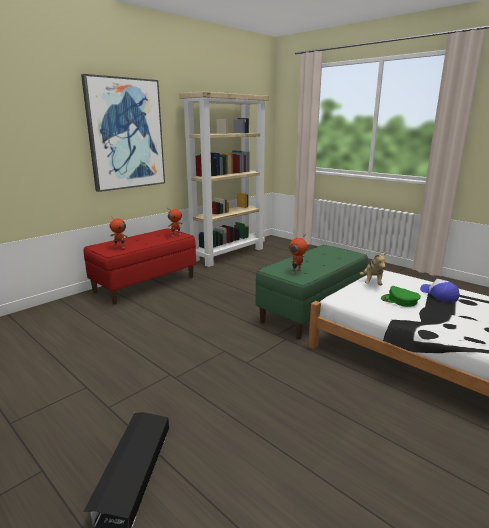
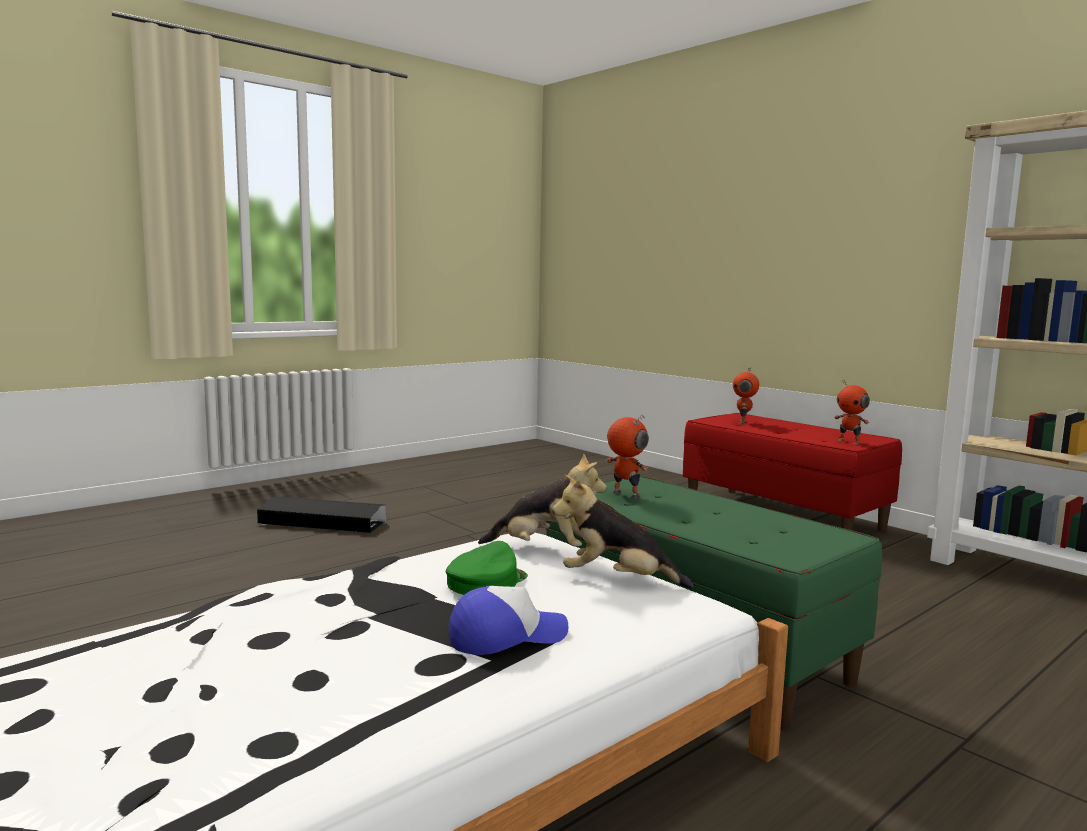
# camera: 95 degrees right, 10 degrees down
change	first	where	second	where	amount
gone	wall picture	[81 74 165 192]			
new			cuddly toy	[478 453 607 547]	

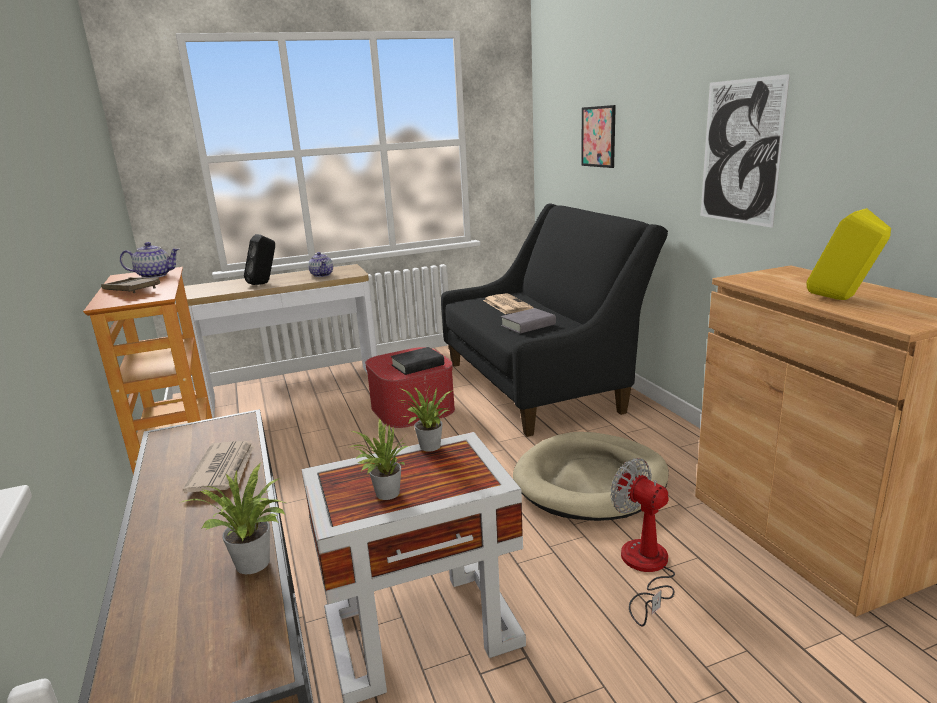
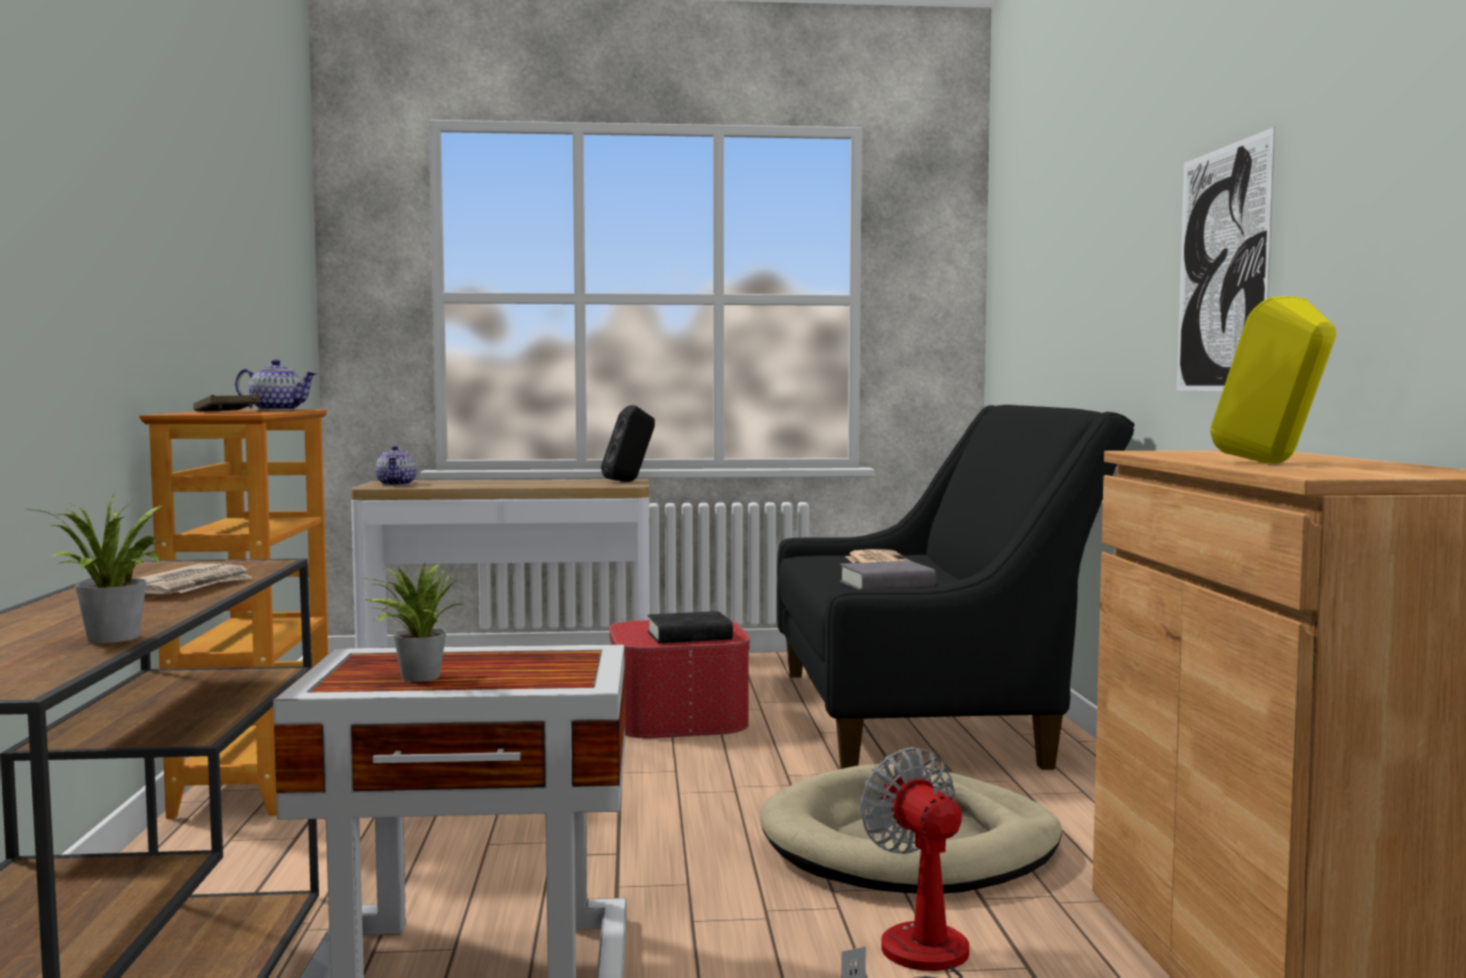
# camera: 15 degrees right, 15 degrees down
change	first	where	second	where	amount
shifted	blackish loudspeaker	[244 234 275 285]		[601 405 655 482]	
shifted	teapot	[308 252 333 277]		[375 445 417 486]	
gone	potted plant	[399 387 453 452]			
gone	wall picture	[581 105 616 168]			

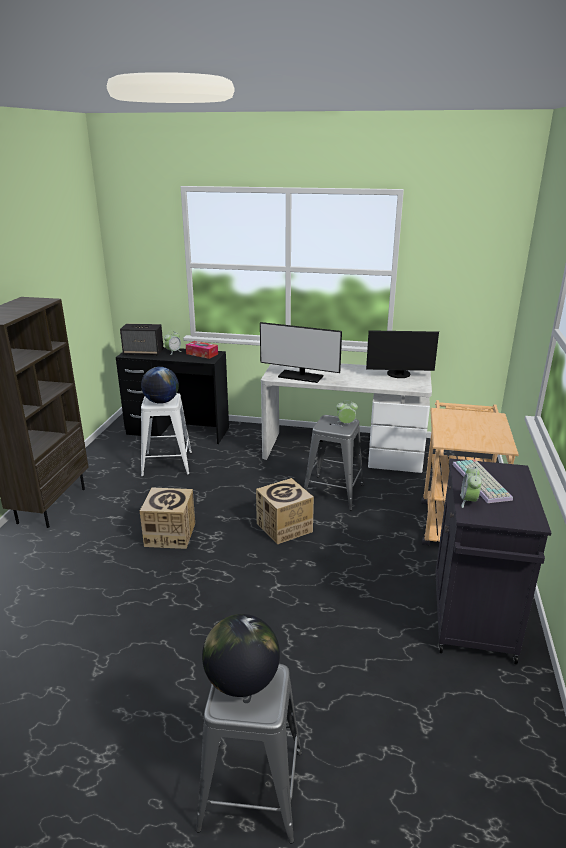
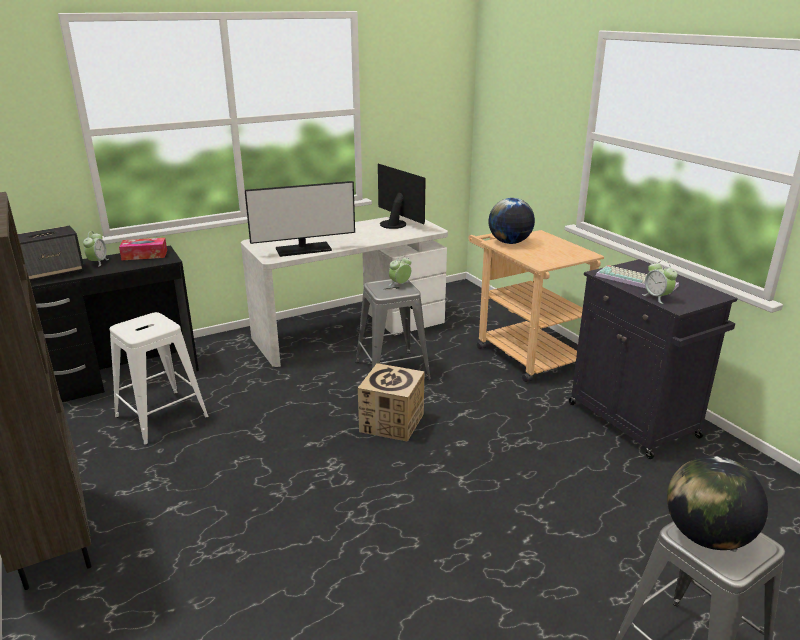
# camera: 40 degrees left, 0 degrees up
change	first	where	second	where	amount
gone	packing box	[140 487 195 549]			
shifted	world globe	[141 367 179 404]		[488 198 535 244]	
rotated	computer screen	[366 330 439 378]		[378 164 426 229]	90 degrees counterclockwise

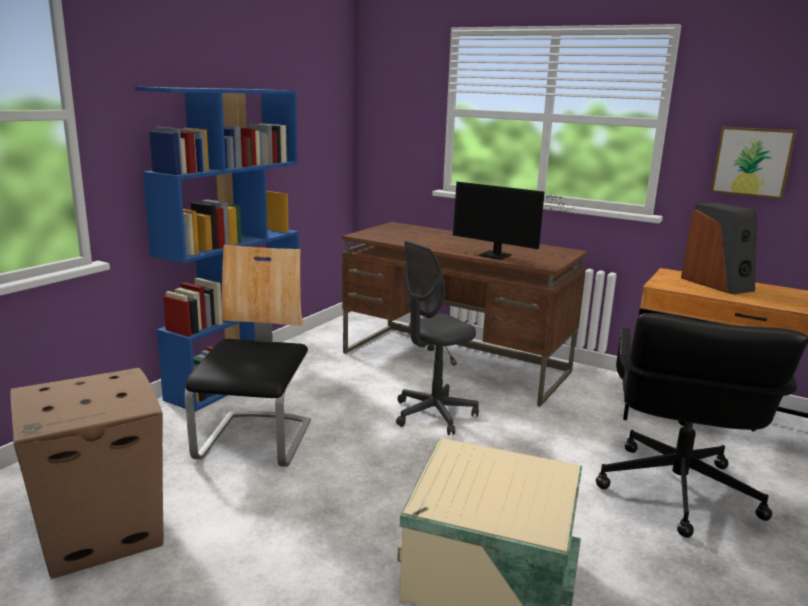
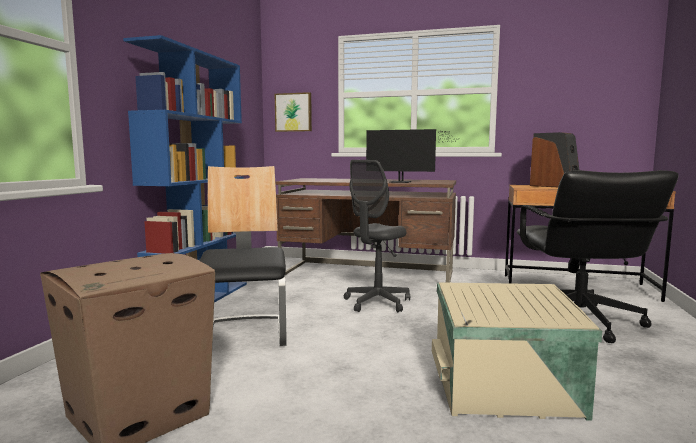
# camera: 15 degrees left, 10 degrees down
change	first	where	second	where	amount
shifted	wall picture	[711 126 797 199]		[275 92 312 132]	

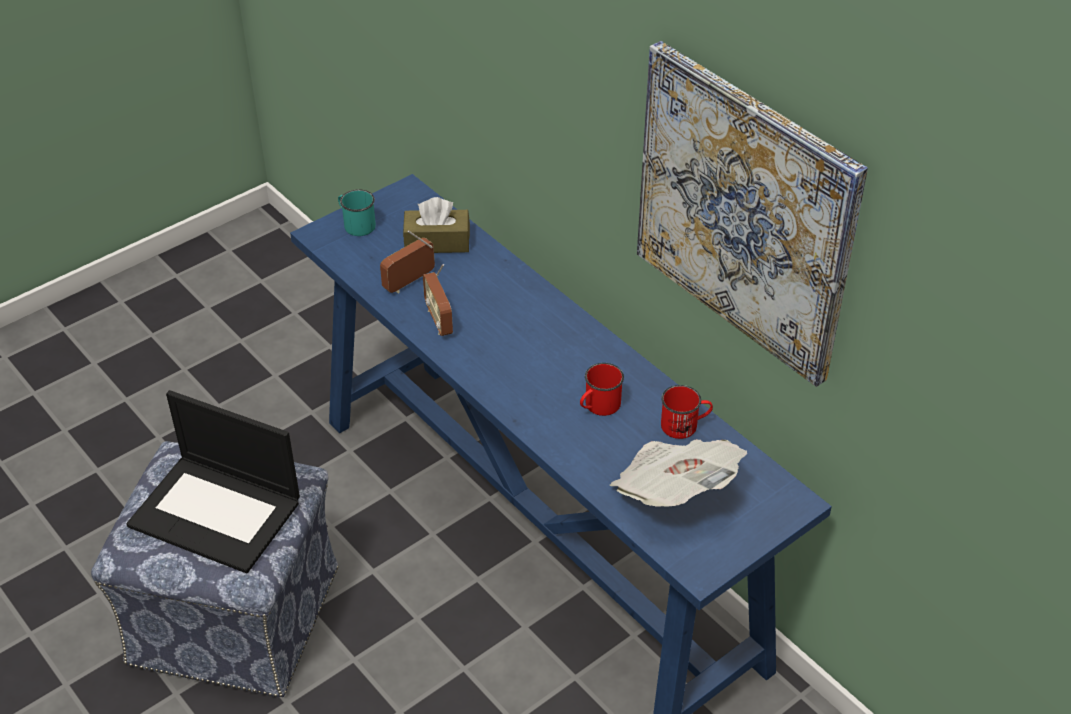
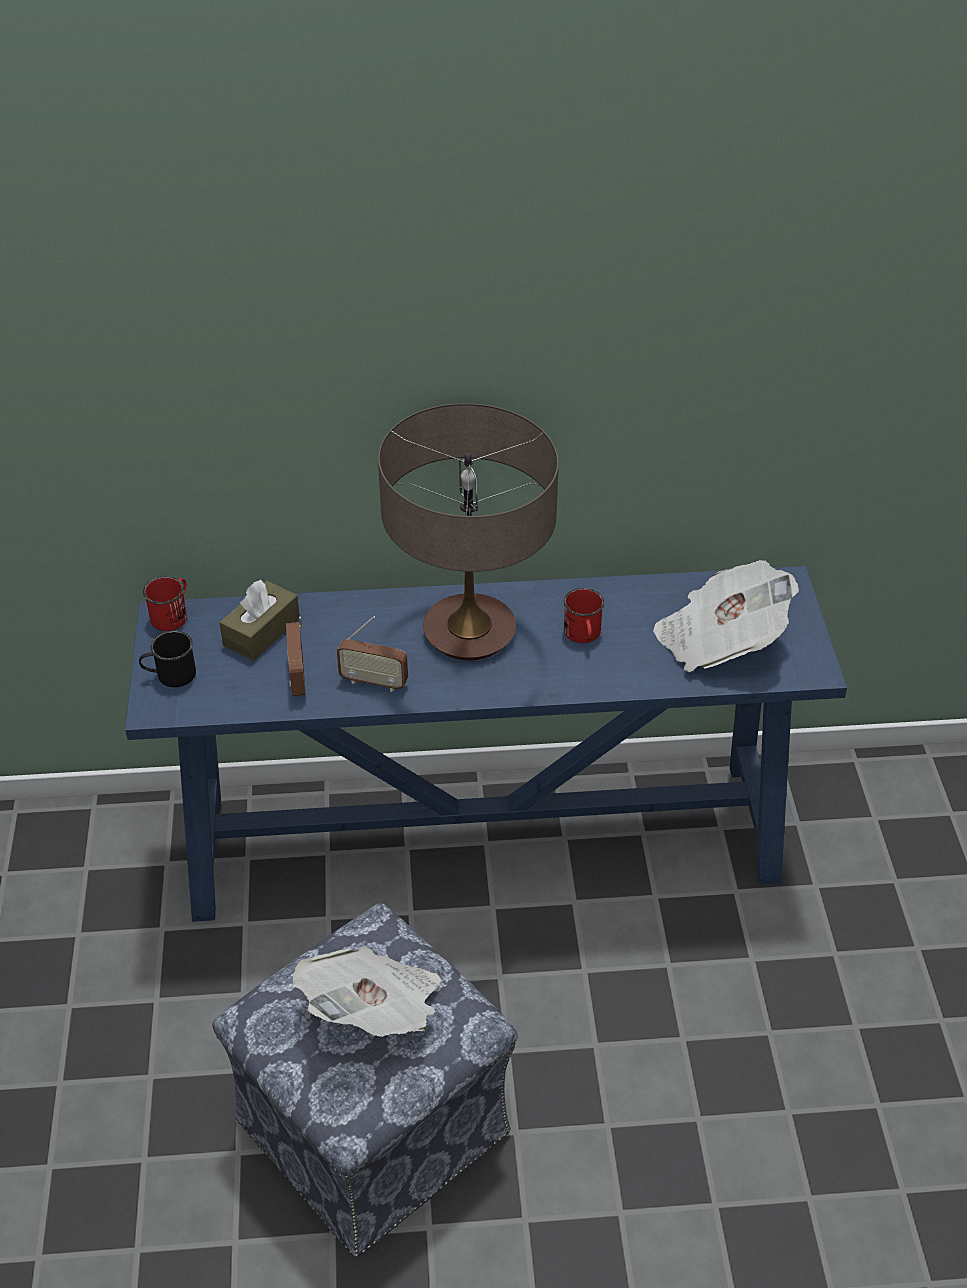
# camera: 55 degrees left, 0 degrees up
change	first	where	second	where	amount
swapped	notebook computer	[126 390 300 574]	printed paper	[293 946 441 1037]	
repainted	turquoise mug	[338 189 376 236]	blackish mug	[139 631 196 687]	
gone	wall picture	[637 41 868 387]			
shifted	reddish mug	[661 385 713 439]		[143 576 187 631]	
new			tabletop lamp	[378 403 559 661]	

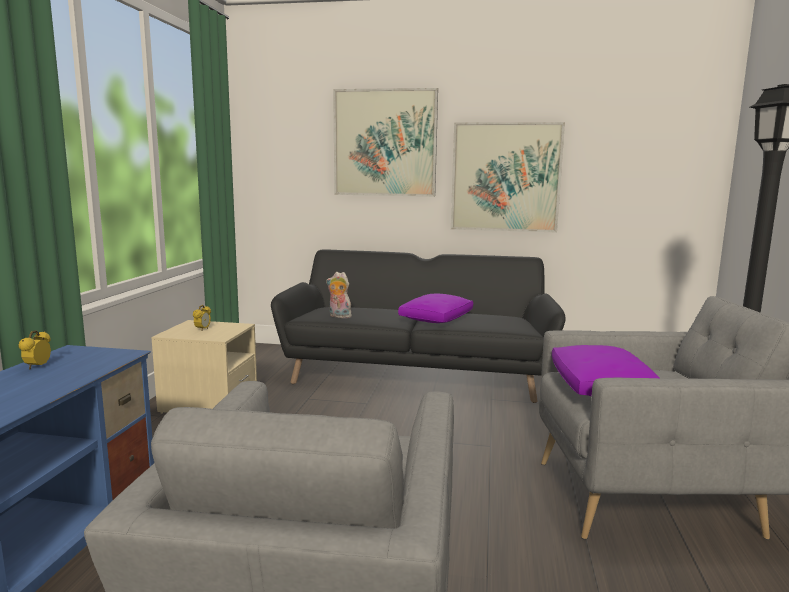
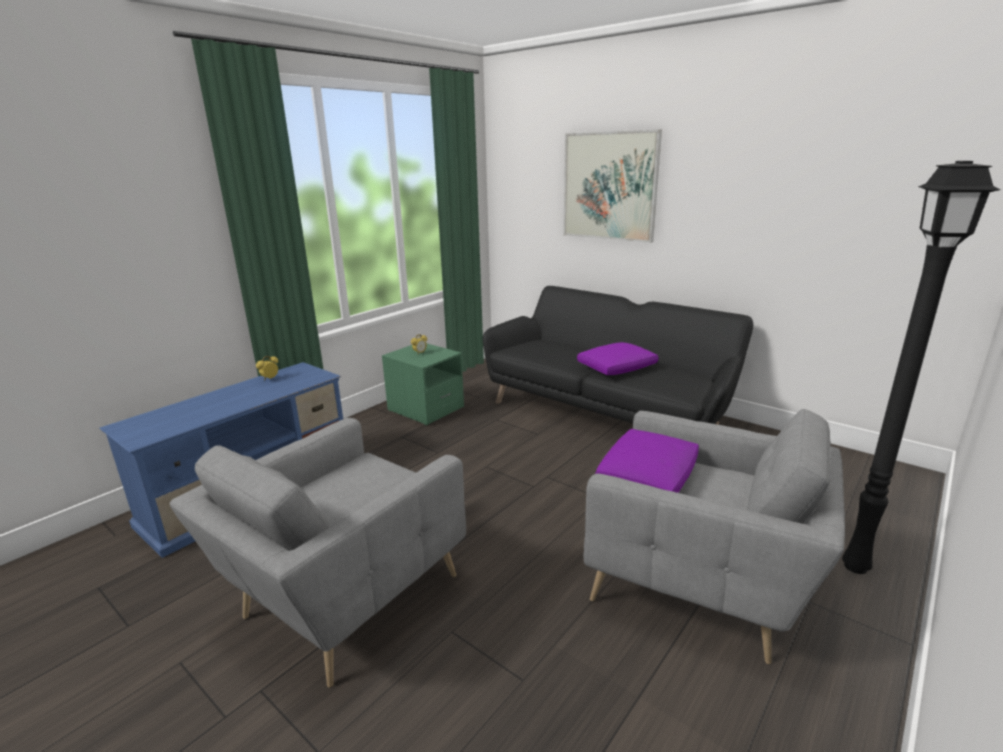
# camera: 30 degrees right, 10 degrees up
change	first	where	second	where	amount
repainted	sand-coloured bedside table	[151 320 257 414]	green-coloured bedside table	[382 343 464 425]	
gone	cuddly toy	[326 272 352 318]			
gone	wall picture	[451 122 565 232]			

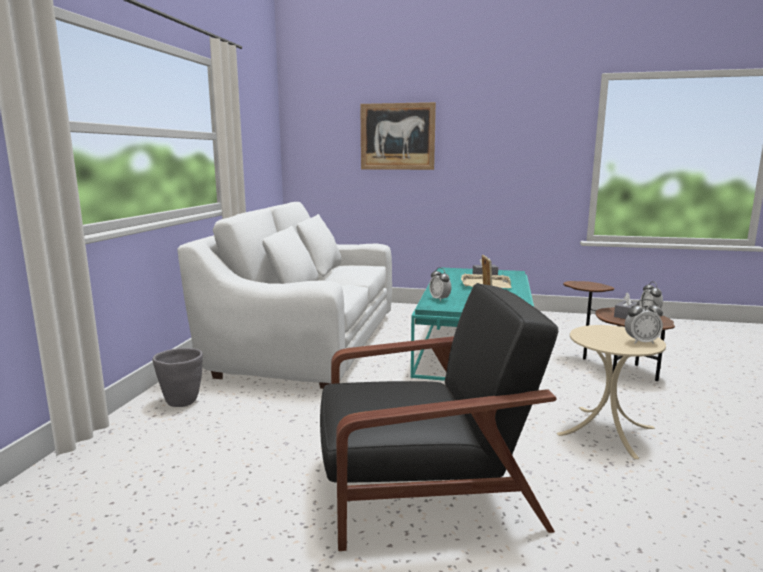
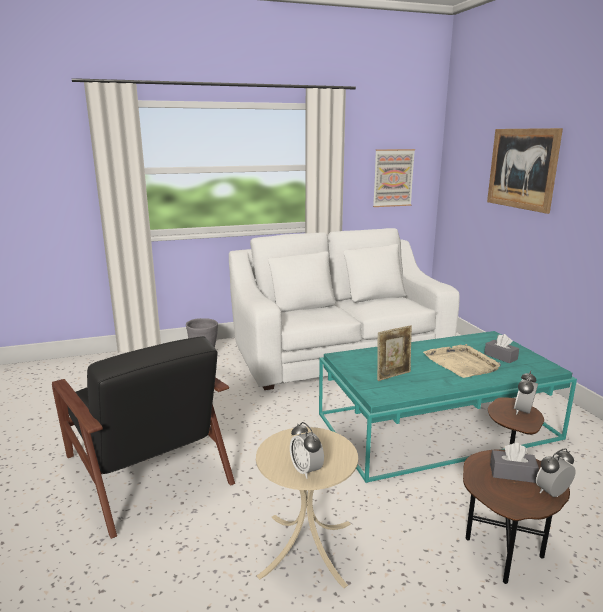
# camera: 60 degrees right, 5 degrees up
change	first	where	second	where	amount
shifted	bedside clock	[429 268 451 301]		[514 370 538 415]	
new			wall picture	[373 149 415 207]	

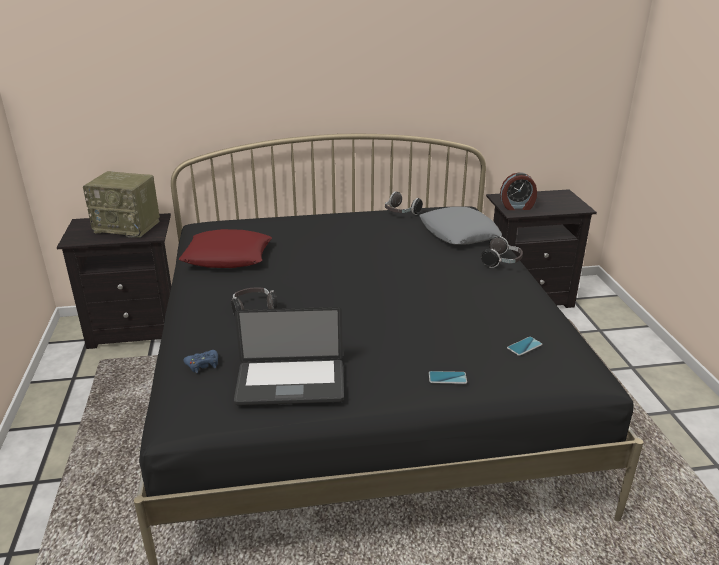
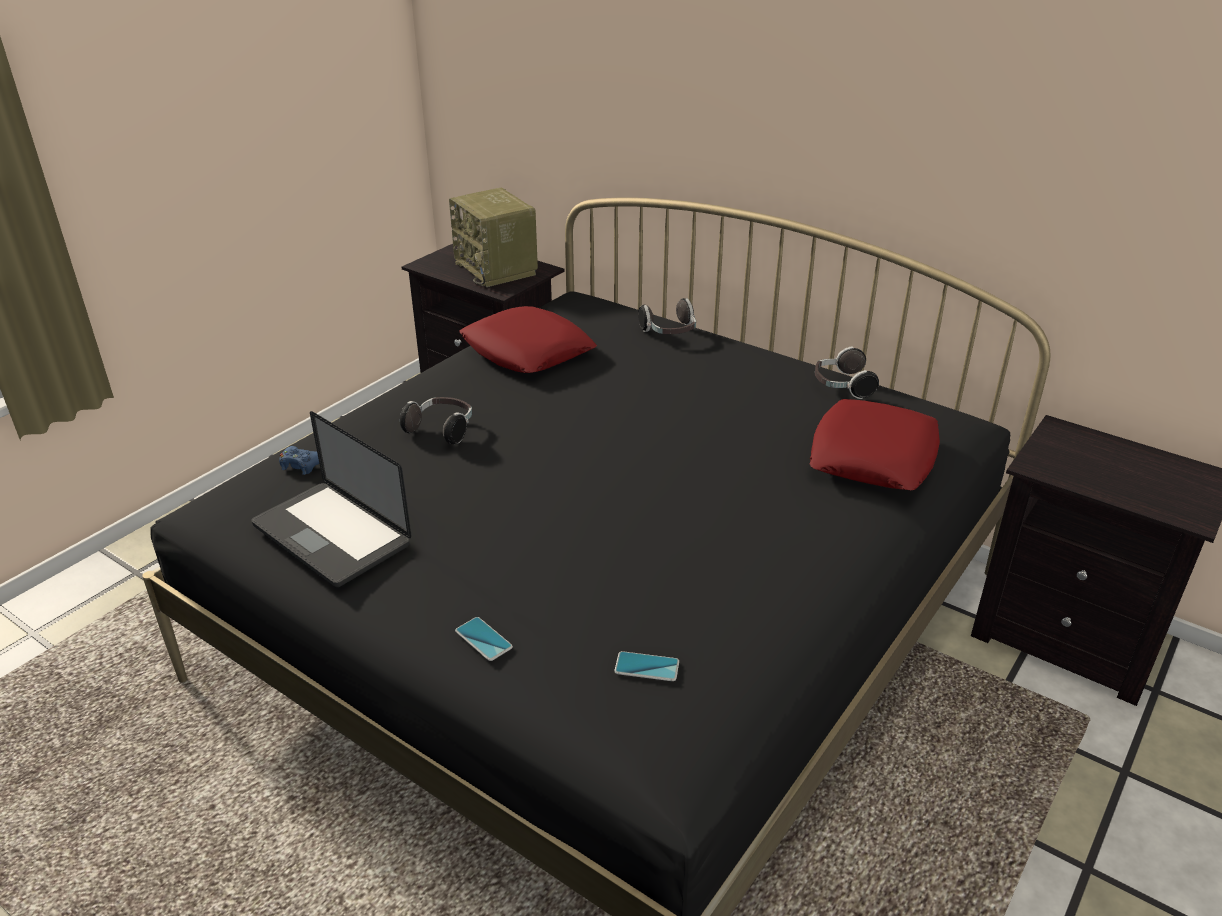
# camera: 45 degrees right, 5 degrees up
change	first	where	second	where	amount
repainted	greyish throw pillow	[419 207 502 245]	reddish throw pillow	[810 399 940 490]	
shifted	headset	[481 236 523 268]		[638 298 696 334]	
gone	bedside clock	[500 172 537 210]			

